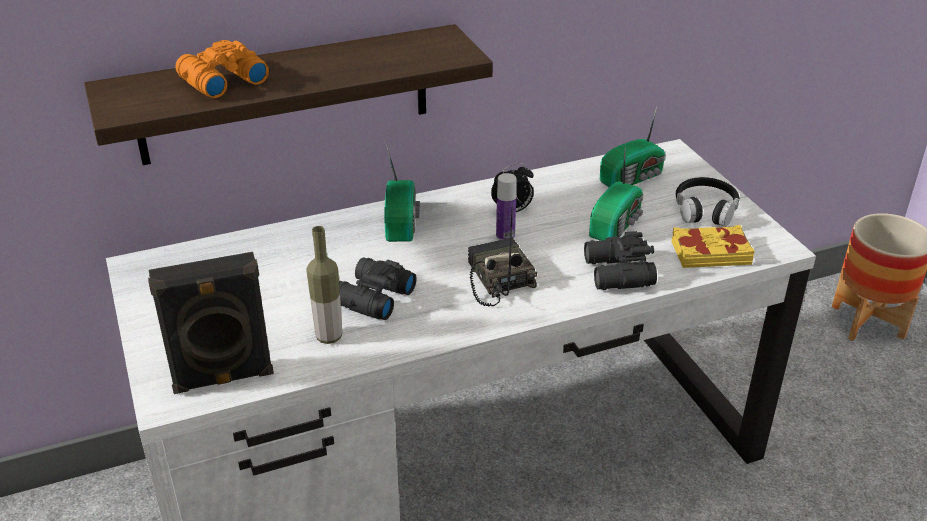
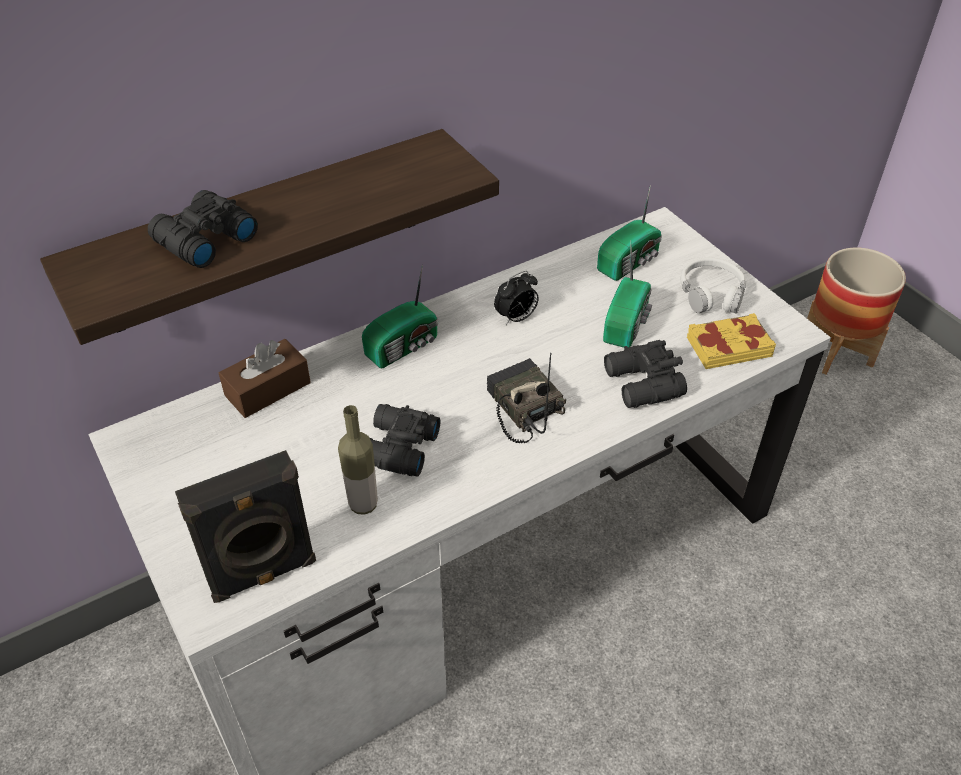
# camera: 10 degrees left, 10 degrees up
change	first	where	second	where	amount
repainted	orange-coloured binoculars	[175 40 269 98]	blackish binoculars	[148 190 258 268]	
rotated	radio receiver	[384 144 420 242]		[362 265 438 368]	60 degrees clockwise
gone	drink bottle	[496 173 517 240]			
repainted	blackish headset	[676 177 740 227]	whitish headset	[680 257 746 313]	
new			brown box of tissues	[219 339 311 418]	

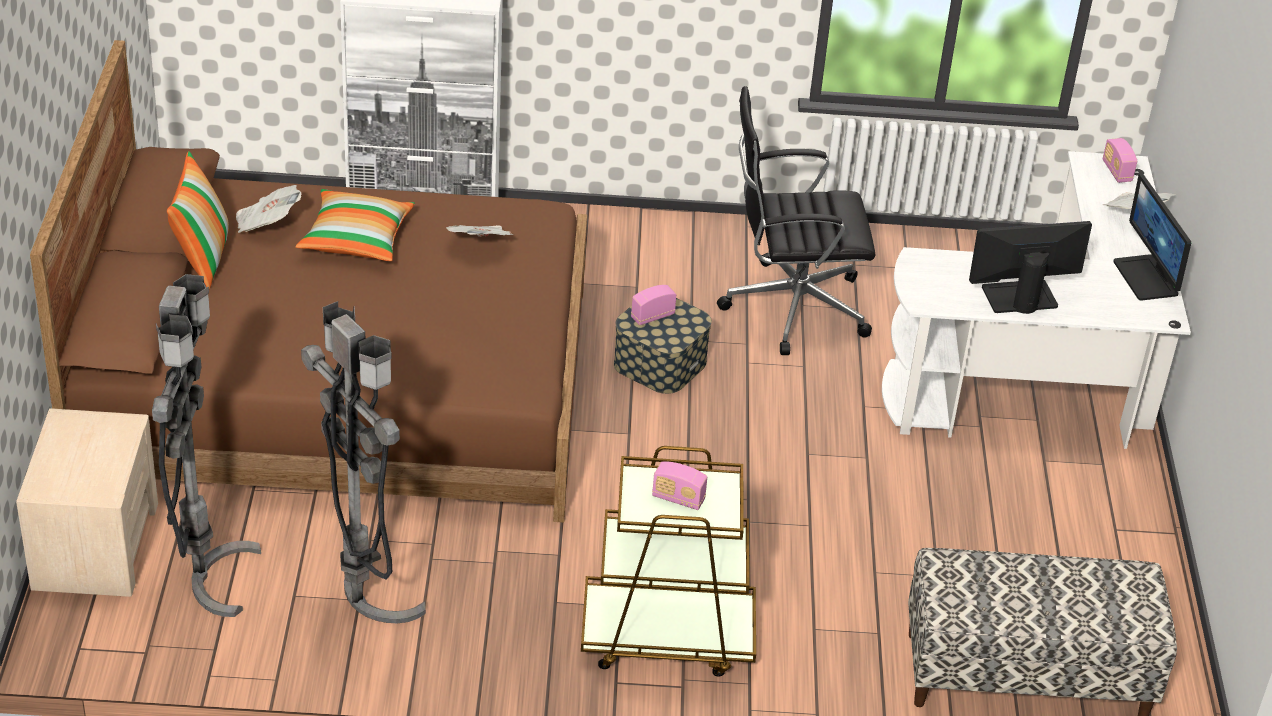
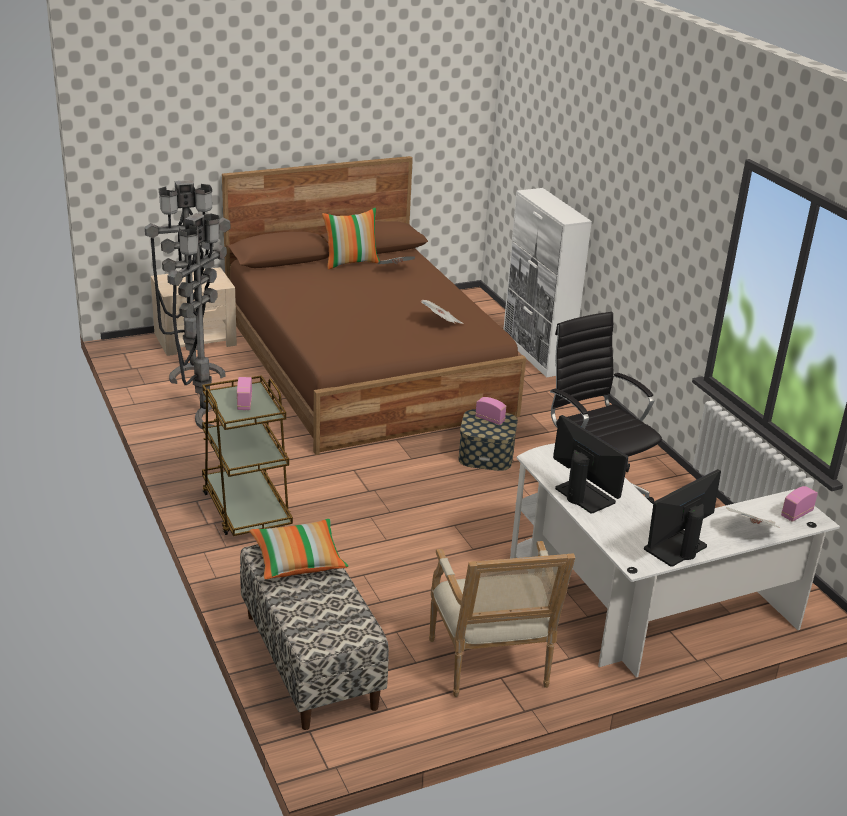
# camera: 65 degrees right, 10 degrees down
change	first	where	second	where	amount
shifted	throw pillow	[296 189 415 261]		[249 519 348 579]	
new			lounge chair	[429 541 575 697]	

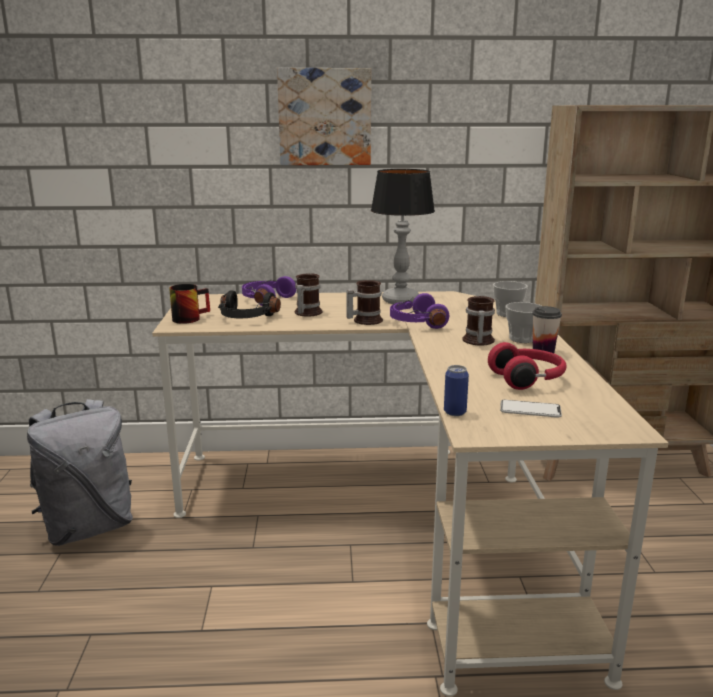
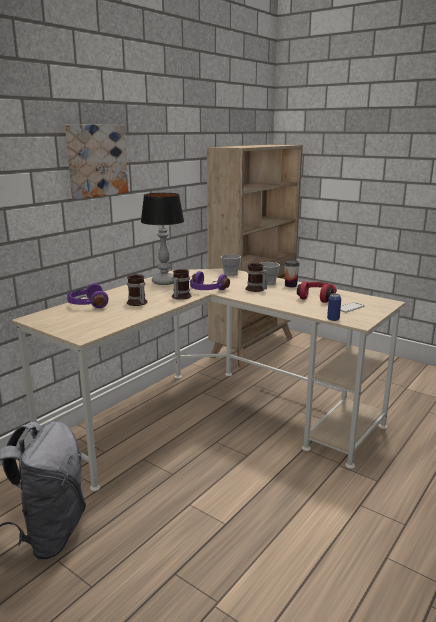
# camera: 50 degrees left, 0 degrees up
change	first	where	second	where	amount
gone	mug	[169 284 210 324]			
gone	blackish headset	[218 290 281 318]			

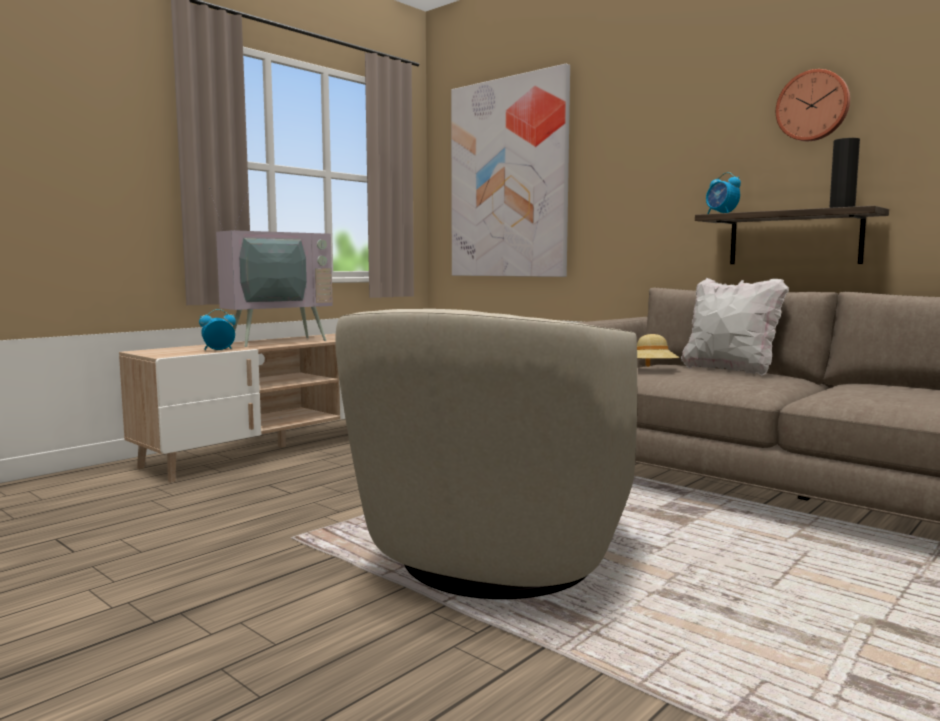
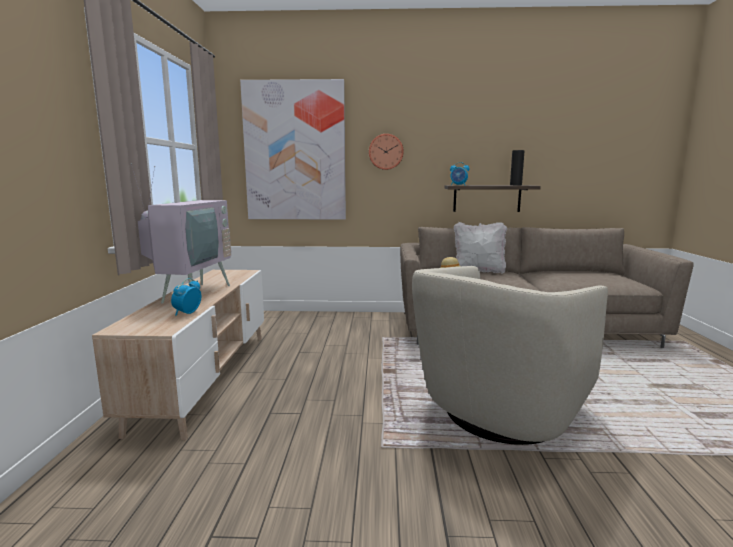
# camera: 40 degrees left, 5 degrees up
change	first	where	second	where	amount
rotated	sand-coloured lounge chair	[335 309 637 599]		[412 266 608 445]	60 degrees clockwise
shifted	wall clock	[776 69 850 141]		[369 134 404 170]	

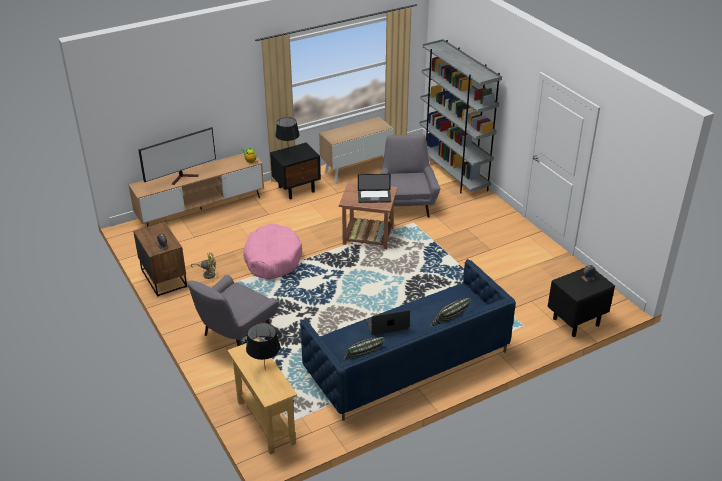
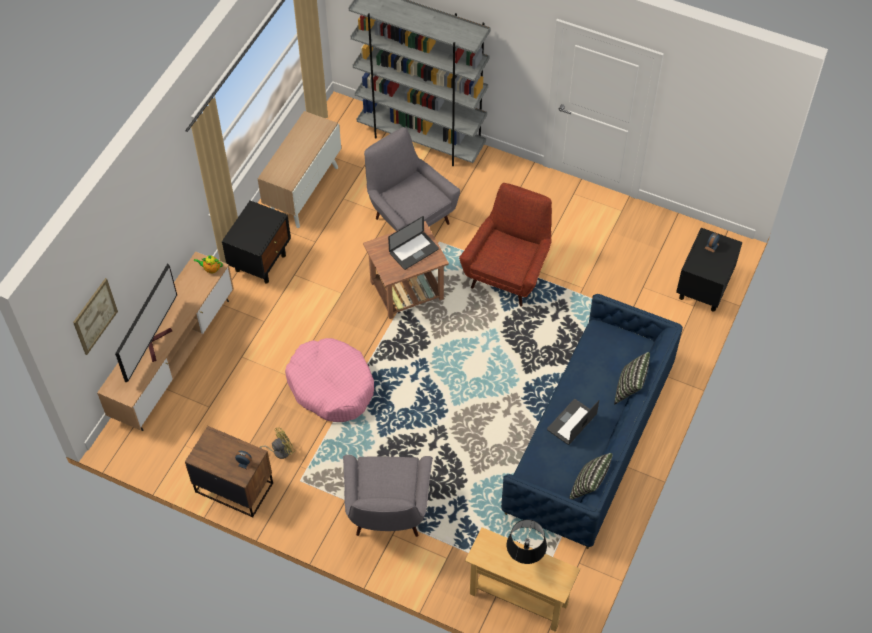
# camera: 35 degrees left, 20 degrees up
change	first	where	second	where	amount
gone	blackish tabletop lamp	[275 117 300 154]			
new			wall picture	[73 278 118 355]	
new			reddish lounge chair	[459 183 552 307]	

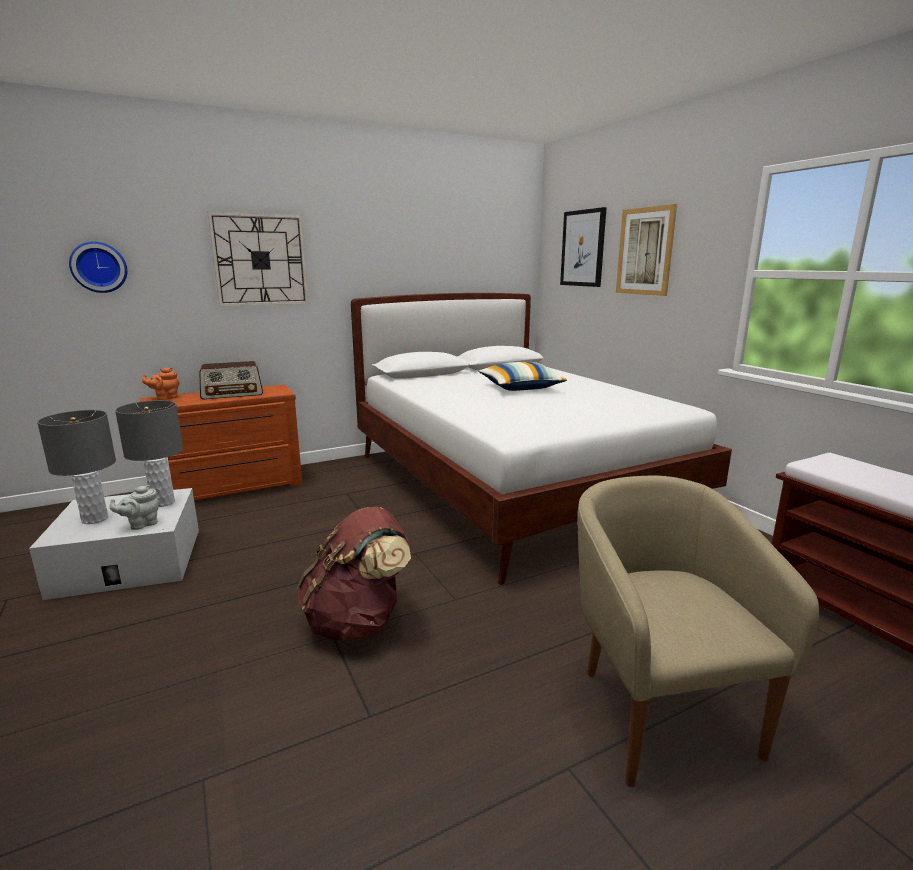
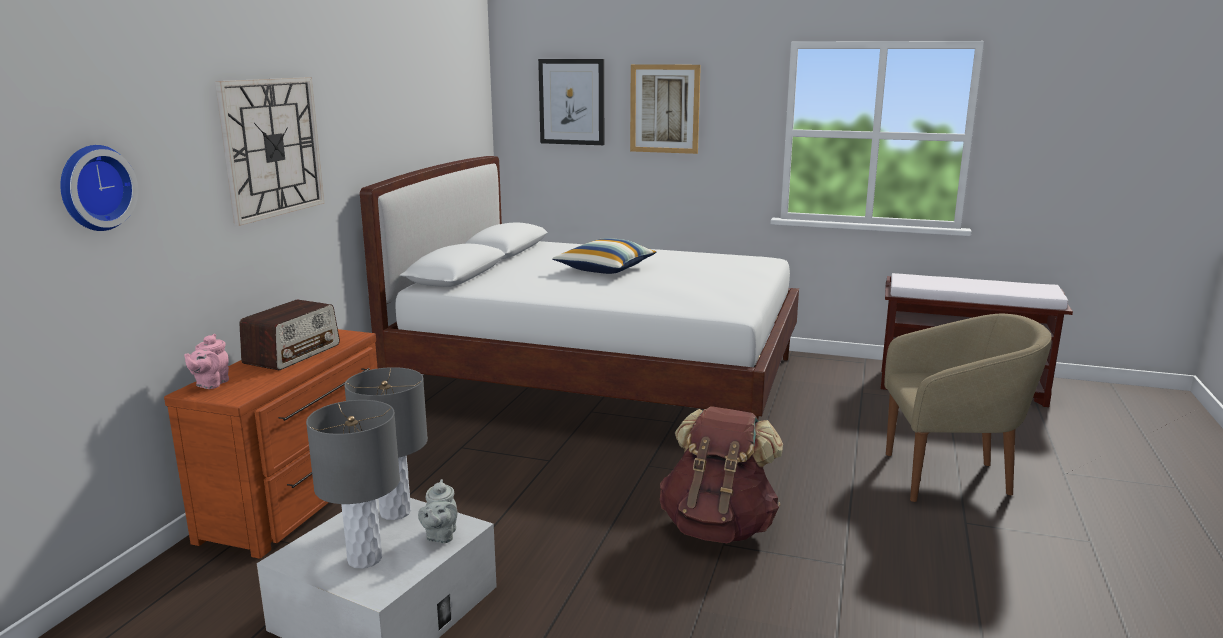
# camera: 45 degrees left, 0 degrees up
change	first	where	second	where	amount
repainted	orange-coloured teapot	[142 368 179 400]	pinkish teapot	[184 334 229 389]	
rotated	sand-coloured lounge chair	[577 476 819 787]		[884 314 1052 502]	150 degrees clockwise

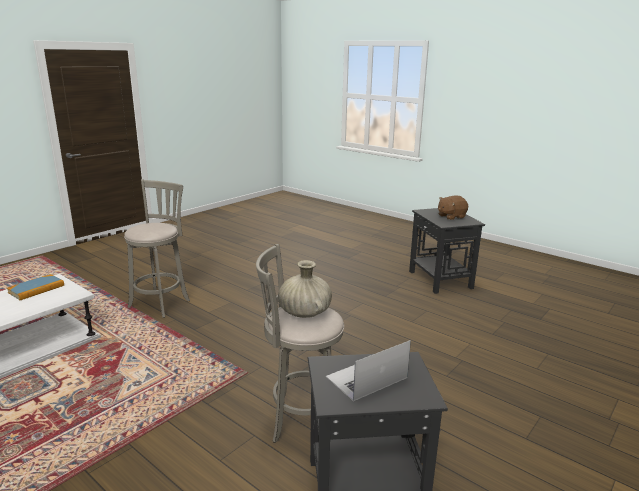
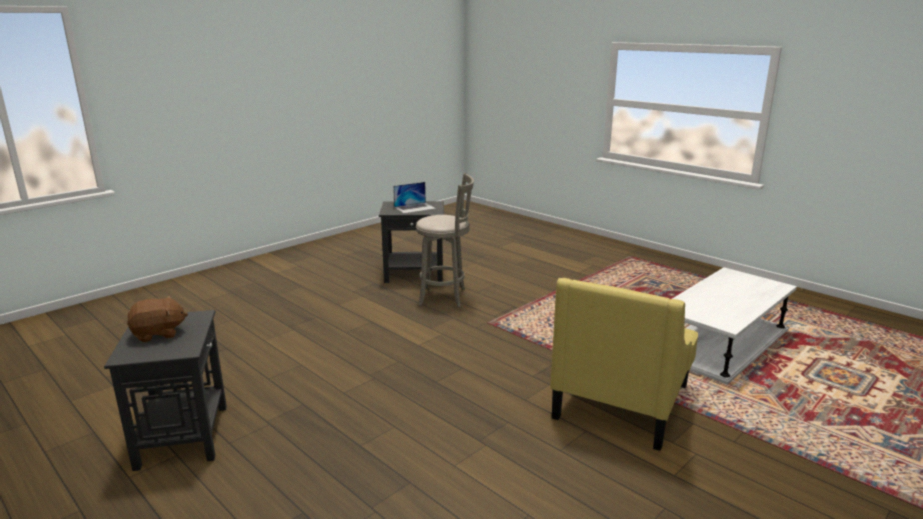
# camera: 175 degrees left, 0 degrees up
change	first	where	second	where	amount
gone	volume	[7 274 64 300]			
swapped	greyish stool seat	[124 179 190 318]	yellow lounge chair	[550 278 698 451]	
gone	sand-coloured vase	[278 260 332 318]			

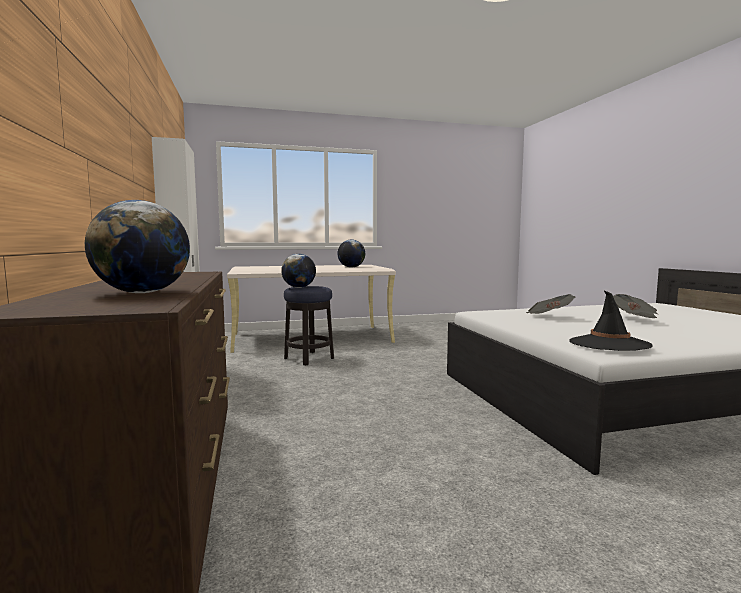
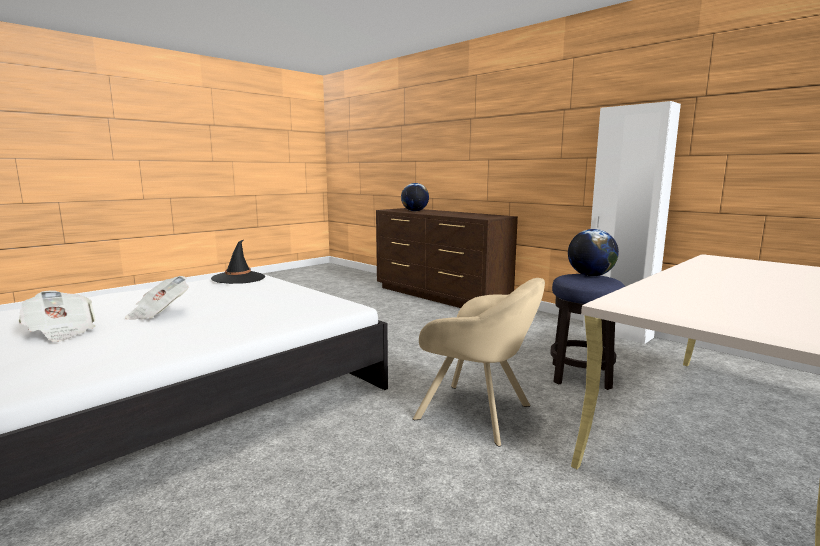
# camera: 150 degrees right, 5 degrees up
change	first	where	second	where	amount
gone	world globe	[337 240 365 268]			
shifted	printed paper	[526 294 576 314]		[18 290 95 342]	
new			sand-coloured lounge chair	[413 278 545 447]	

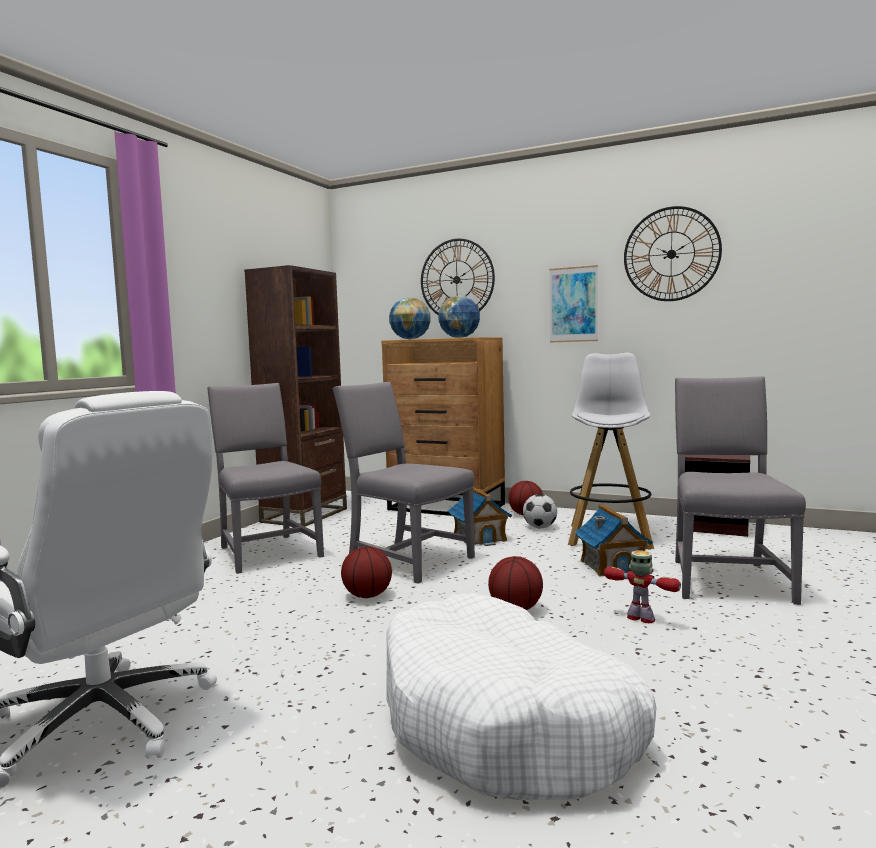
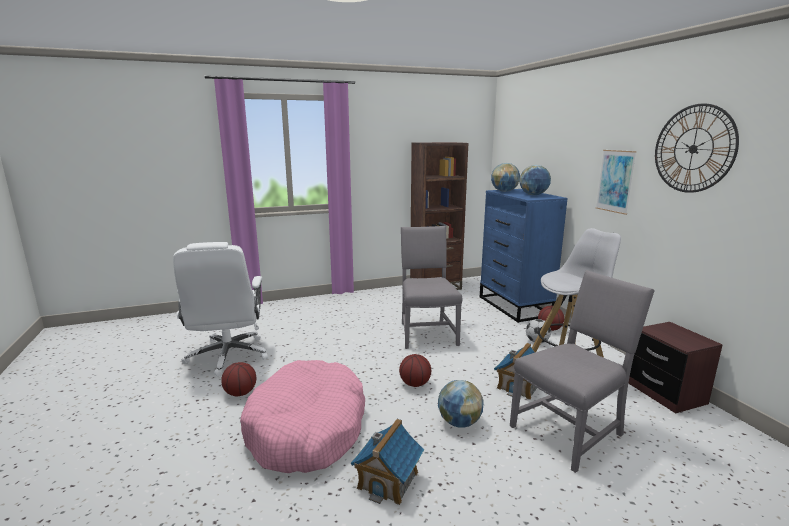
# camera: 45 degrees right, 10 degrees up
change	first	where	second	where	amount
gone	greyish upright chair	[207 383 324 574]			
shifted	ball for basketball	[341 546 392 598]		[221 362 256 396]	
repainted	brown chest of drawers	[381 337 505 516]	bluish chest of drawers	[480 189 568 323]	
repainted	whitish dog cushion	[386 593 656 800]	pinkish dog cushion	[240 360 365 473]	
gone	wall clock	[421 239 495 315]			
shifted	toy house	[448 487 512 546]		[351 419 424 505]	
swapped	model robot	[604 550 681 623]	world globe	[438 380 484 428]	

